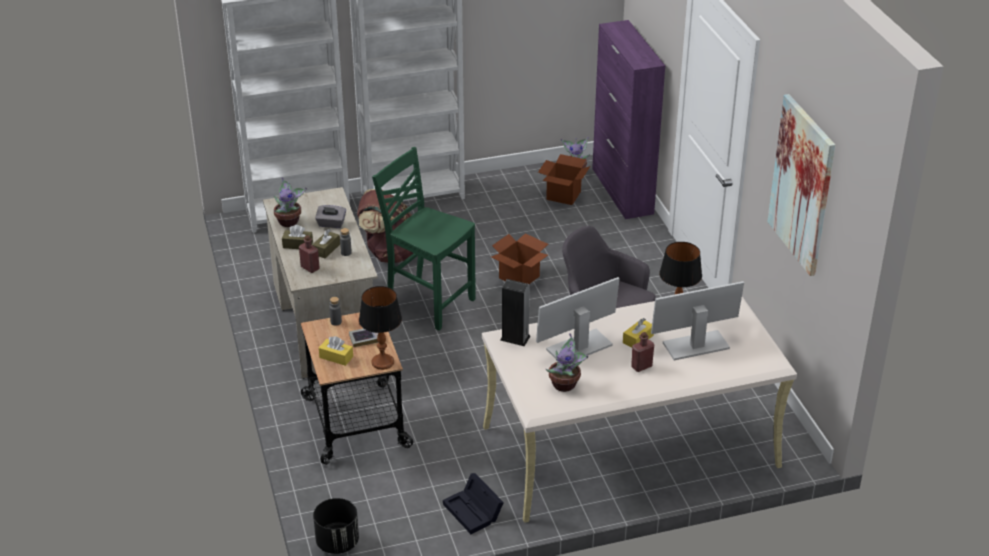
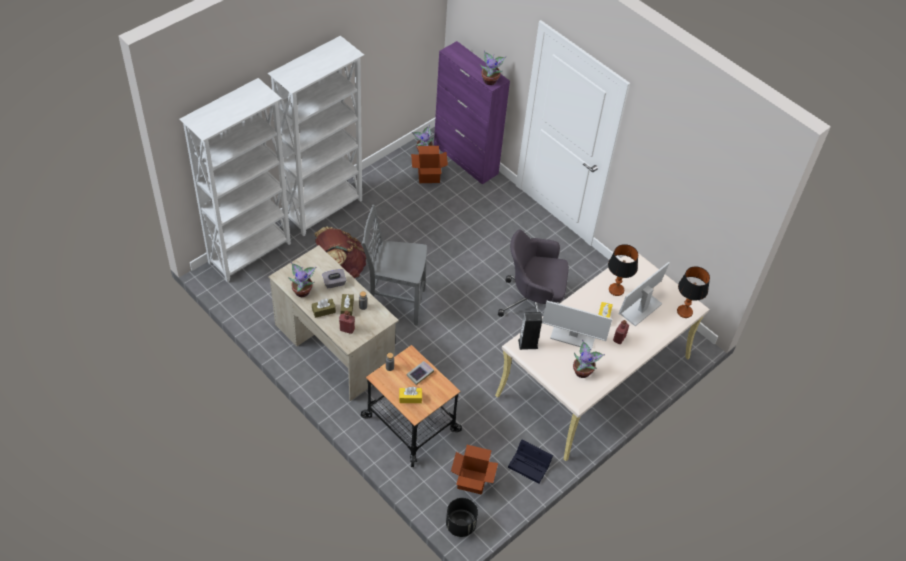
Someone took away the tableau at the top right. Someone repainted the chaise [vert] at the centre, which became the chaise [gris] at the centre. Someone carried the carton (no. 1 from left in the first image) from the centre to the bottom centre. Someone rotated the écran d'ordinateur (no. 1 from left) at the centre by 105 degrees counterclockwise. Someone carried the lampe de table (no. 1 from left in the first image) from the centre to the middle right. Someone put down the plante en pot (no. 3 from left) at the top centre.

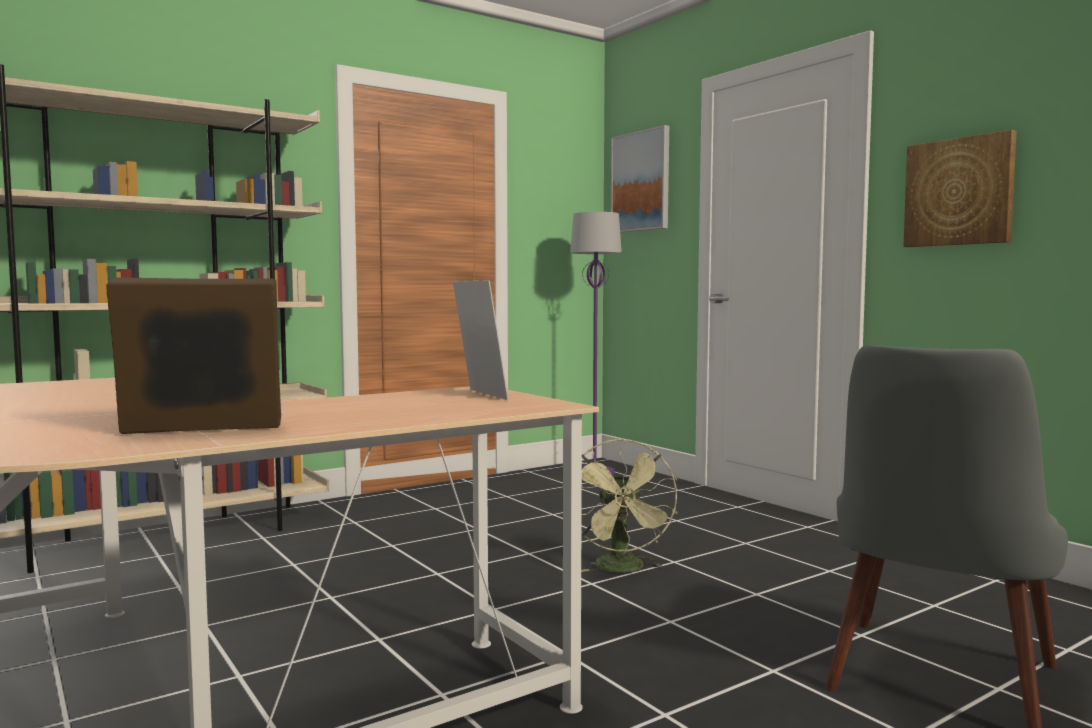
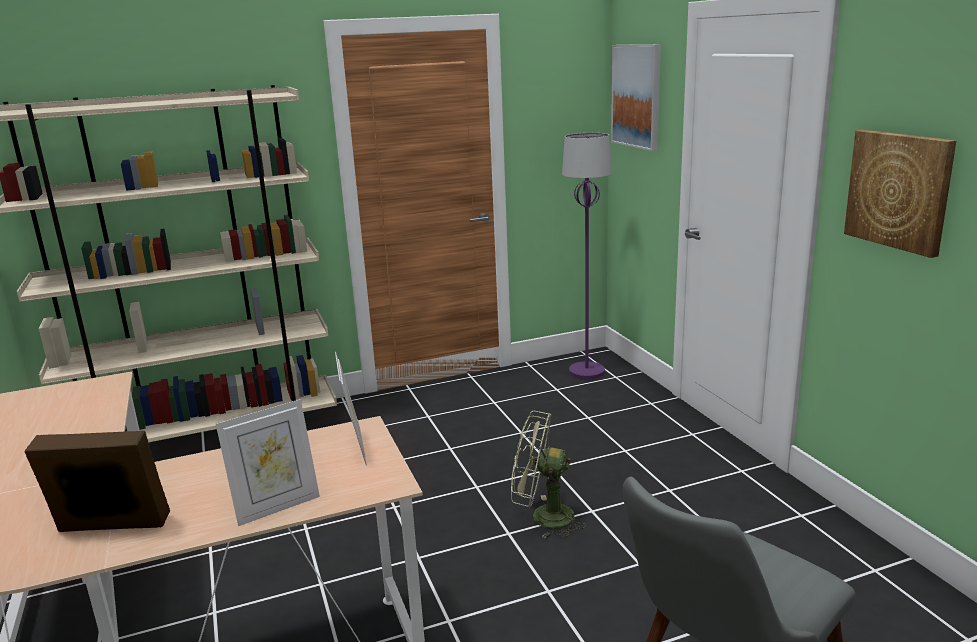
Someone rotated the ventilateur [vert] at the bottom centre by 90 degrees clockwise. Someone put down the cadre photo (no. 2 from left) at the bottom left.

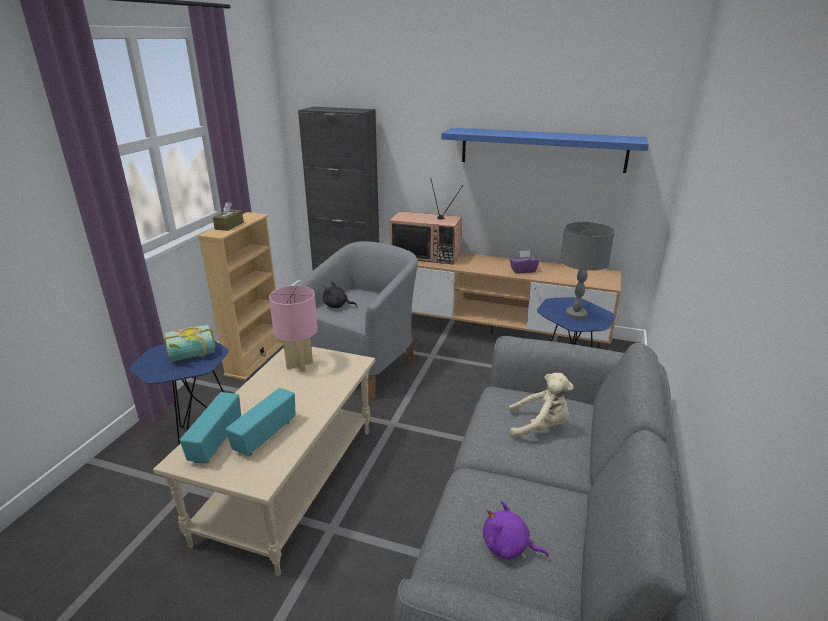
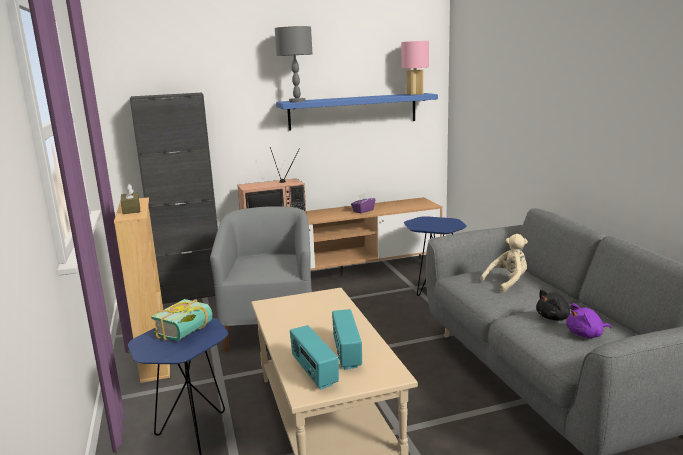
Someone carried the lampe de table [gris] from the middle right to the top centre. Someone carried the peluche [noir] from the centre to the bottom right. Someone carried the lampe de table [rose] from the centre to the top centre.

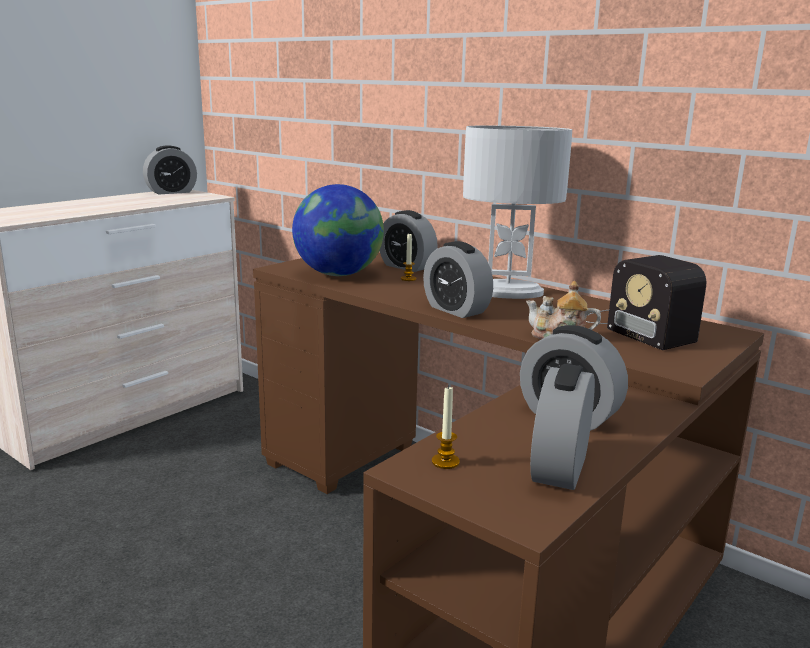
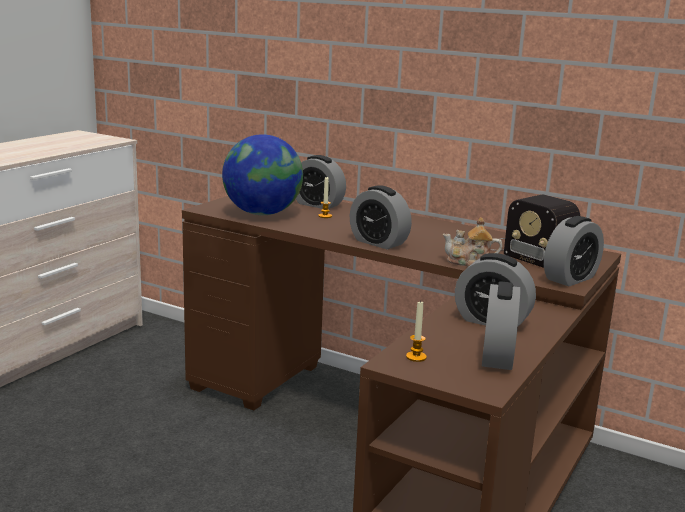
Someone took away the lampe de table [blanc] at the top centre. Someone carried the réveil (no. 1 from left in the first image) from the top left to the middle right.

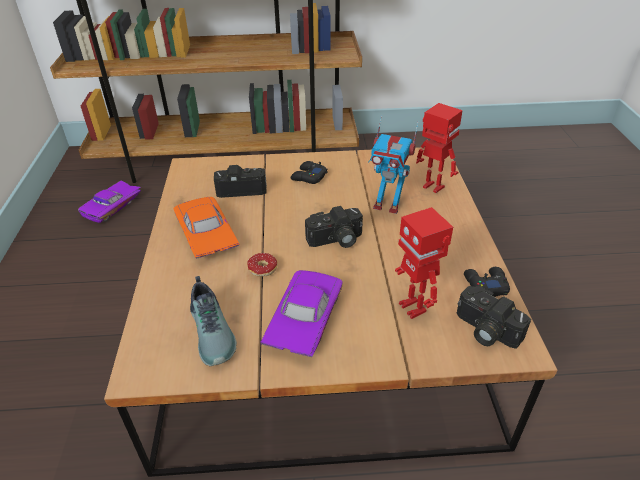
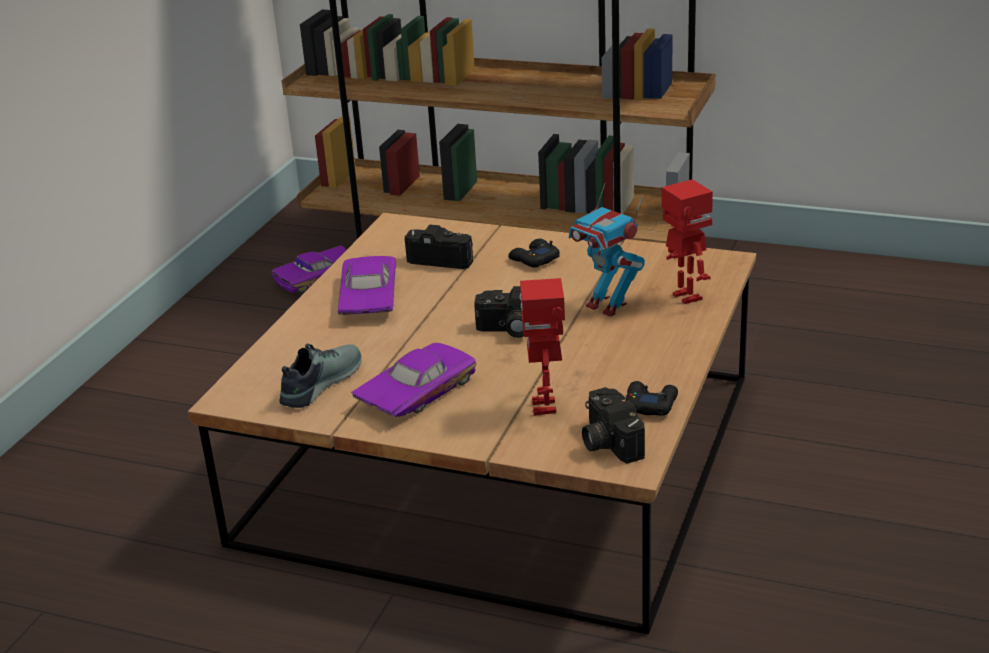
Someone repainted the petite voiture [orange] at the middle left, which became the petite voiture [violet] (no. 2 from left) at the centre. Someone took away the beignet at the centre. Someone rotated the chaussure at the bottom left by 150 degrees counterclockwise.

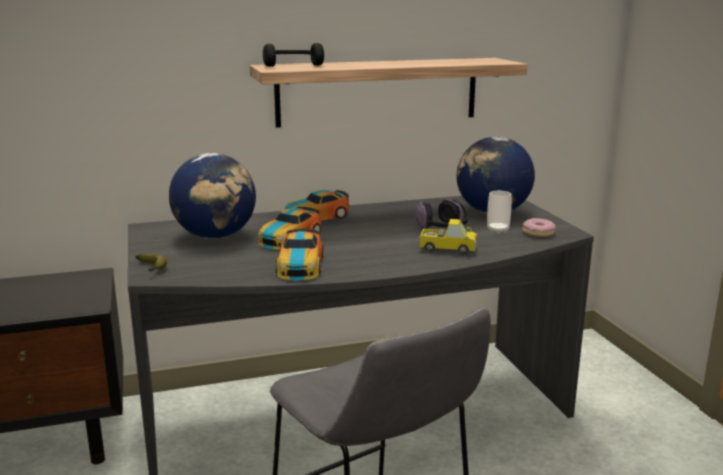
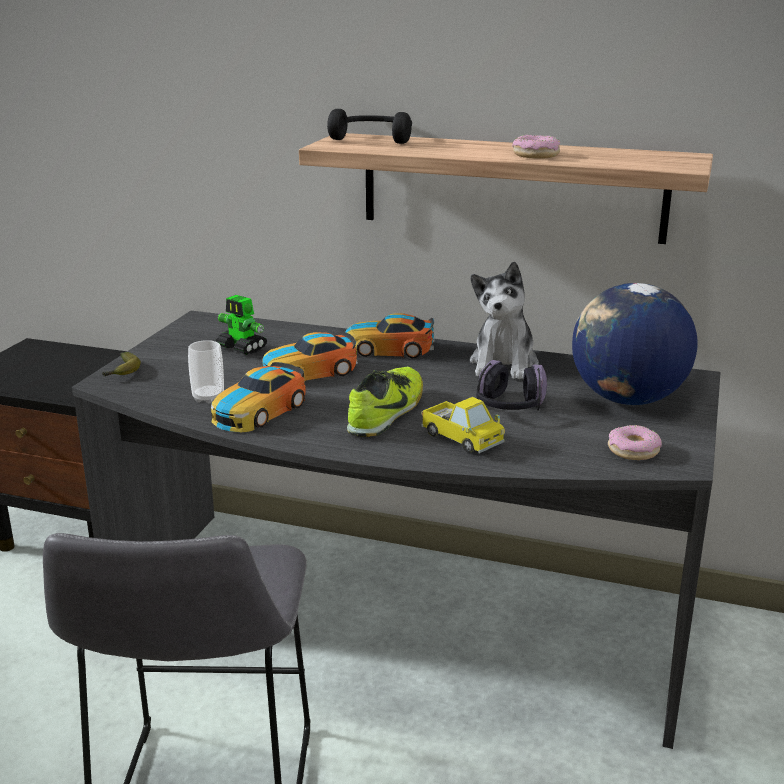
Someone swapped the globe (no. 1 from left) at the middle left for the robot jouet at the middle left. Someone carried the tasse from the middle right to the middle left. Someone put down the beignet (no. 1 from left) at the top right. Someone put down the peluche at the centre. Someone put down the chaussure at the centre.

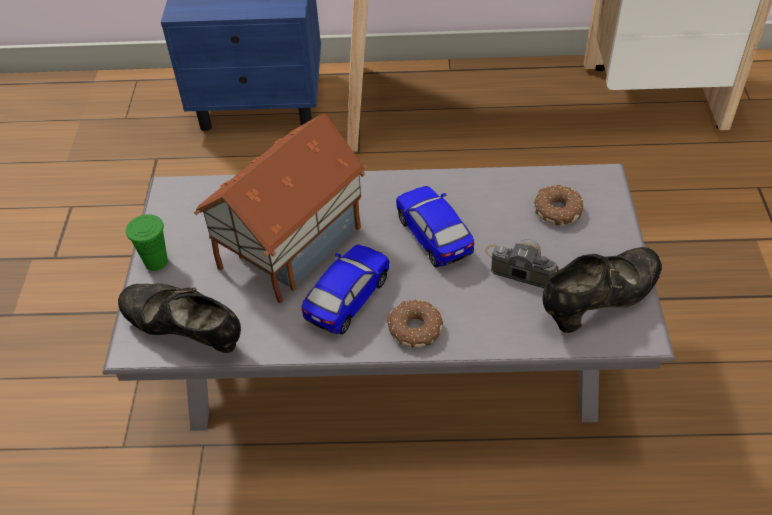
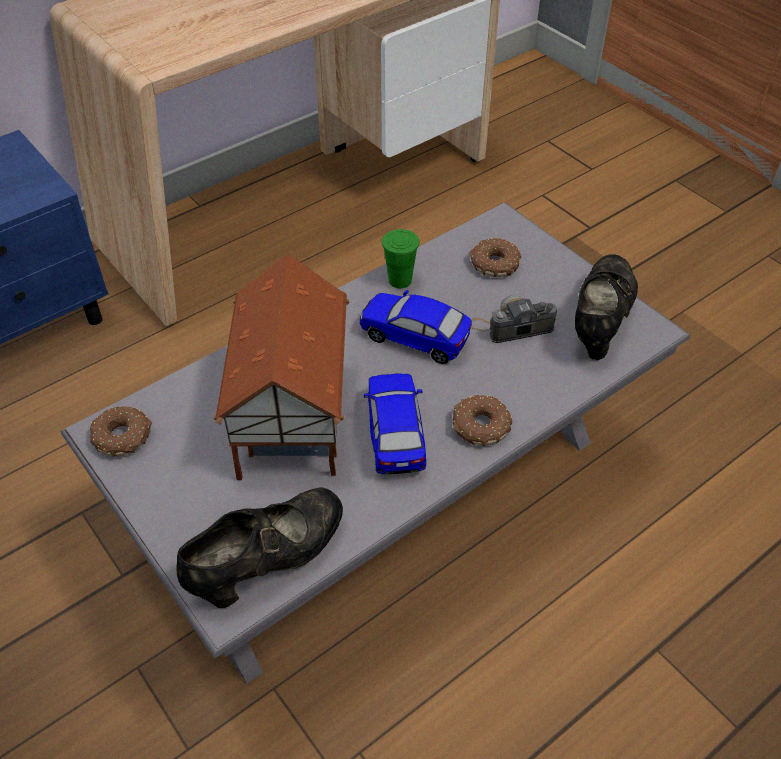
Someone carried the tasse [vert] from the middle left to the centre. Someone rotated the chaussure [noir] (no. 1 from left) at the middle left by 150 degrees clockwise. Someone put down the beignet (no. 1 from left) at the middle left.

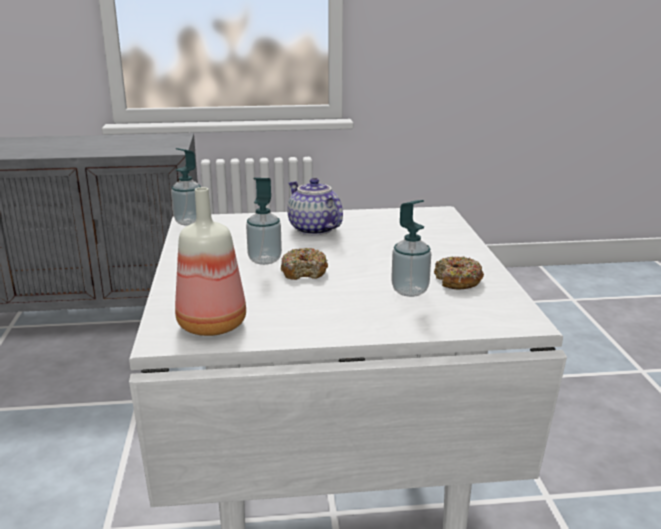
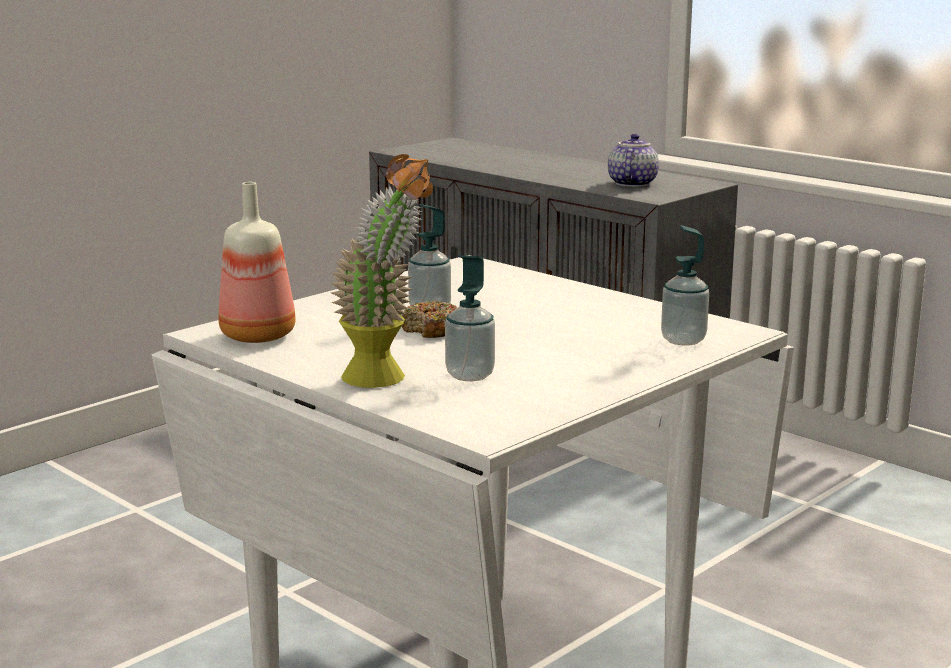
Someone carried the distributeur de savon (no. 1 from left in the first image) from the middle left to the middle right. Someone carried the théière from the centre to the top centre. Someone took away the beignet (no. 2 from left) at the middle right. Someone put down the plante en pot at the centre.

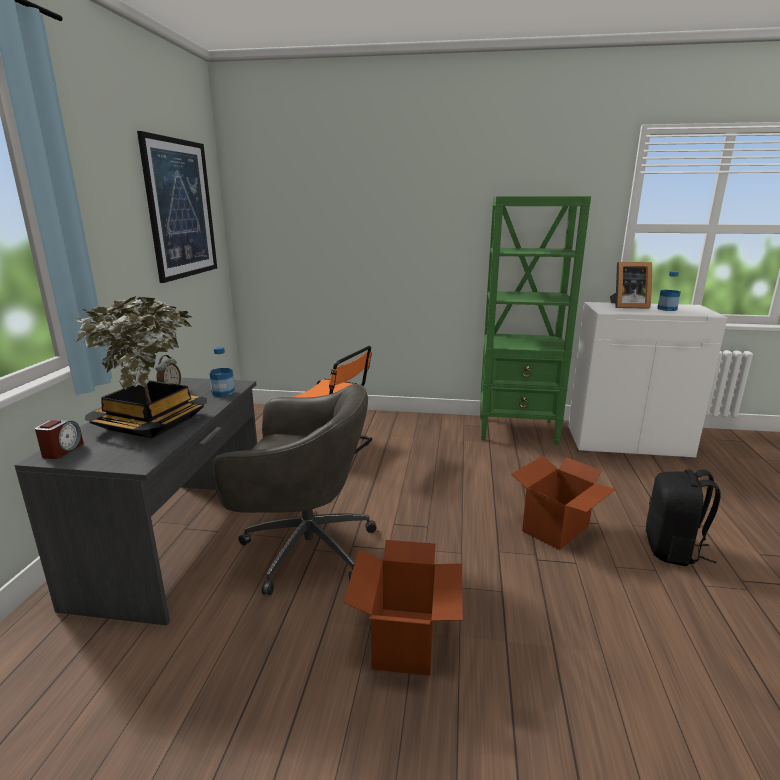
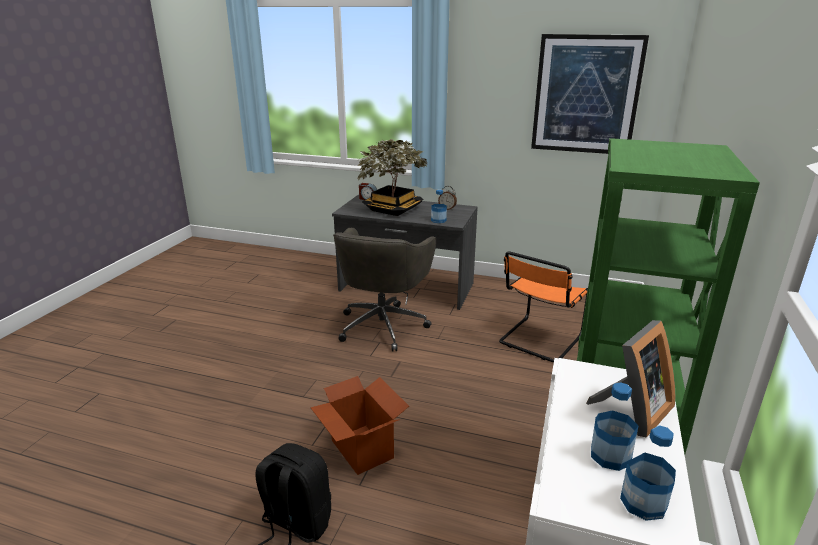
Someone rotated the cadre photo at the middle right by 150 degrees counterclockwise. Someone took away the carton (no. 1 from left) at the bottom centre. Someone put down the bouteille (no. 3 from left) at the bottom right.

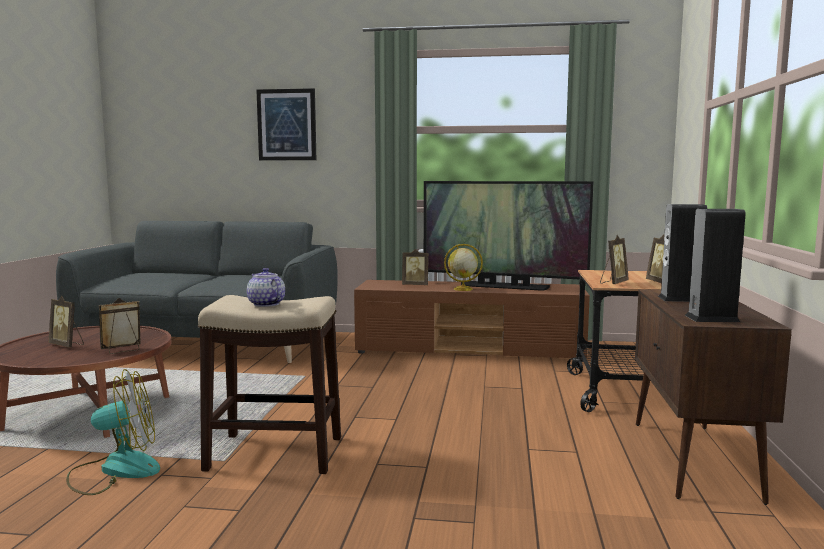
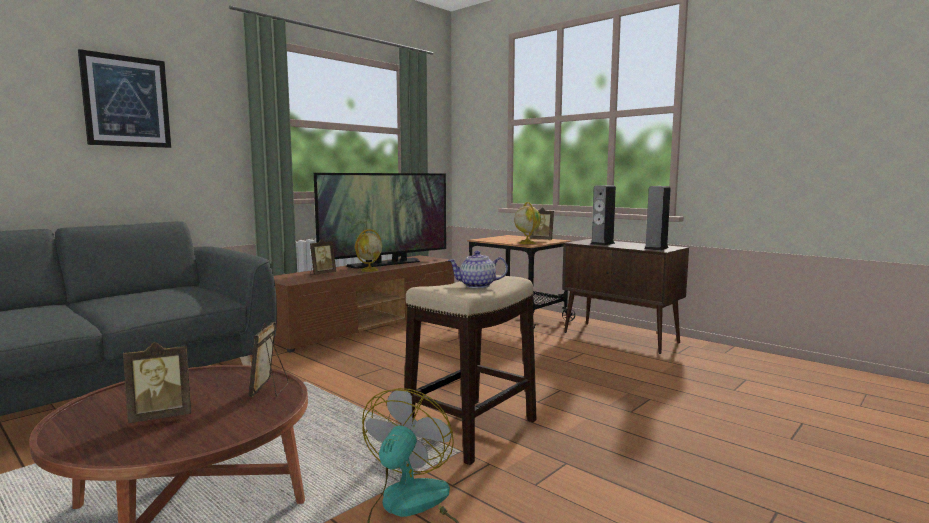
Someone swapped the cadre photo (no. 4 from left) at the middle right for the globe (no. 2 from left) at the centre.

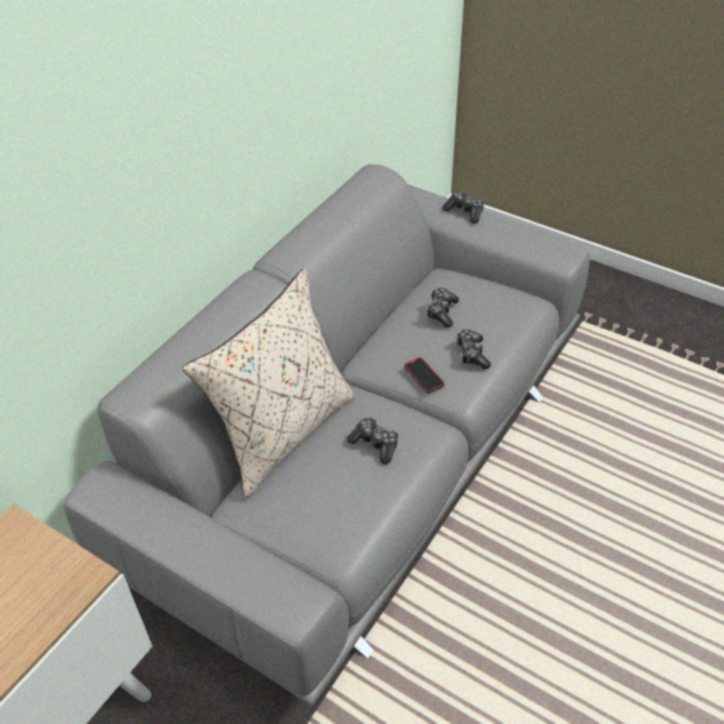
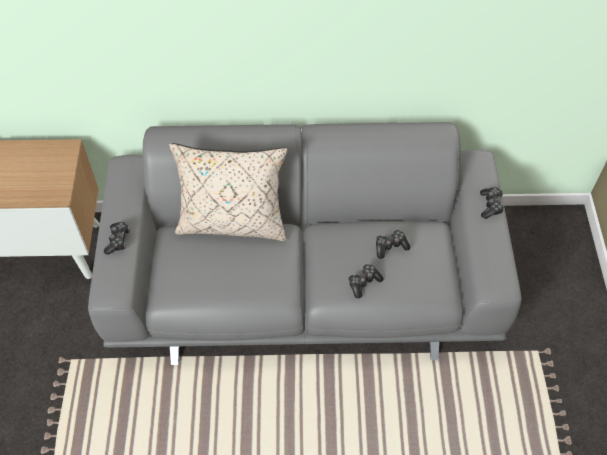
Someone took away the téléphone at the centre. Someone carried the manette (no. 1 from left) from the centre to the middle left.

